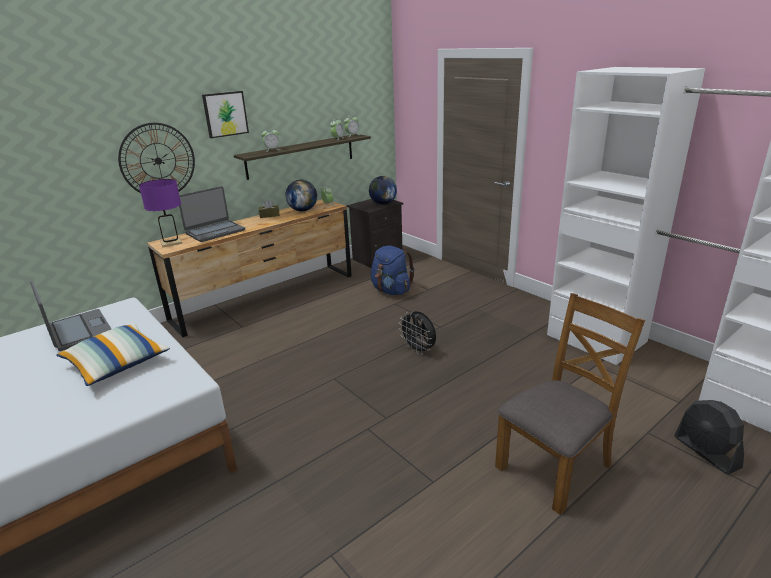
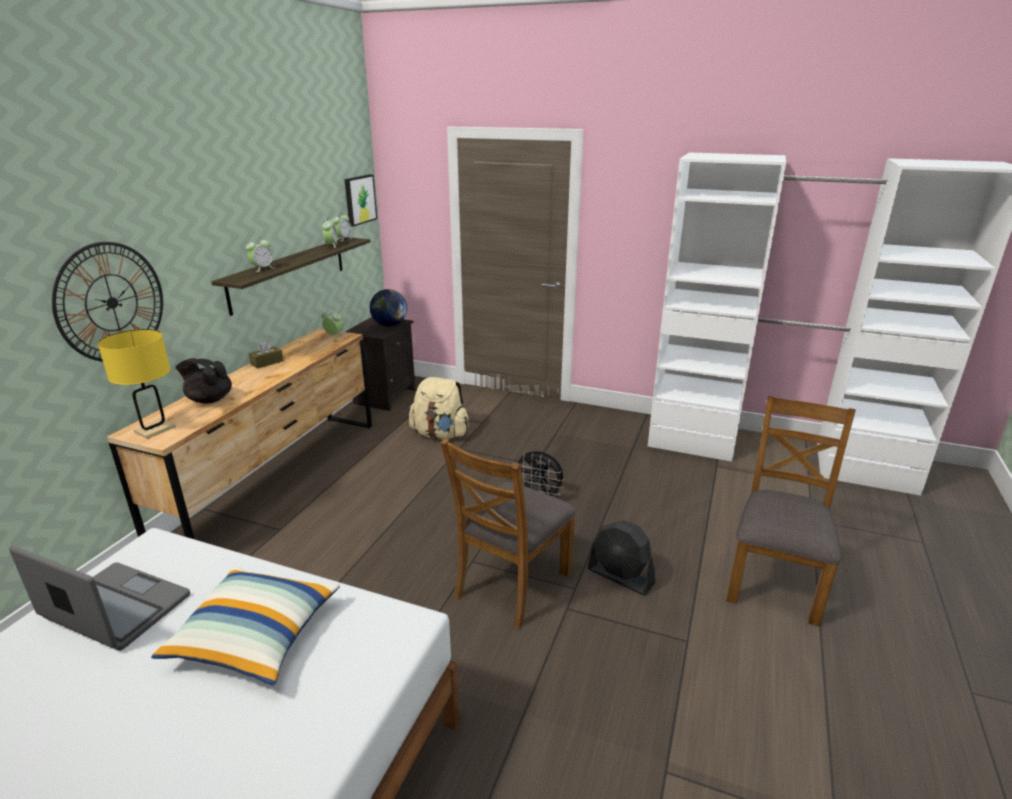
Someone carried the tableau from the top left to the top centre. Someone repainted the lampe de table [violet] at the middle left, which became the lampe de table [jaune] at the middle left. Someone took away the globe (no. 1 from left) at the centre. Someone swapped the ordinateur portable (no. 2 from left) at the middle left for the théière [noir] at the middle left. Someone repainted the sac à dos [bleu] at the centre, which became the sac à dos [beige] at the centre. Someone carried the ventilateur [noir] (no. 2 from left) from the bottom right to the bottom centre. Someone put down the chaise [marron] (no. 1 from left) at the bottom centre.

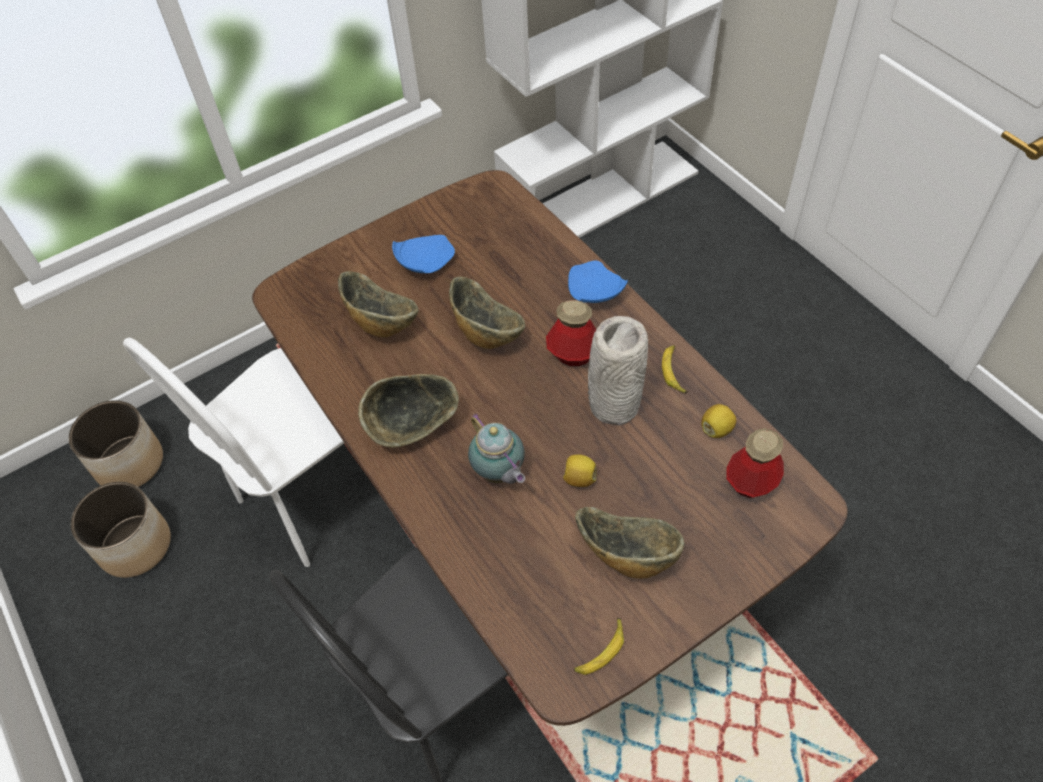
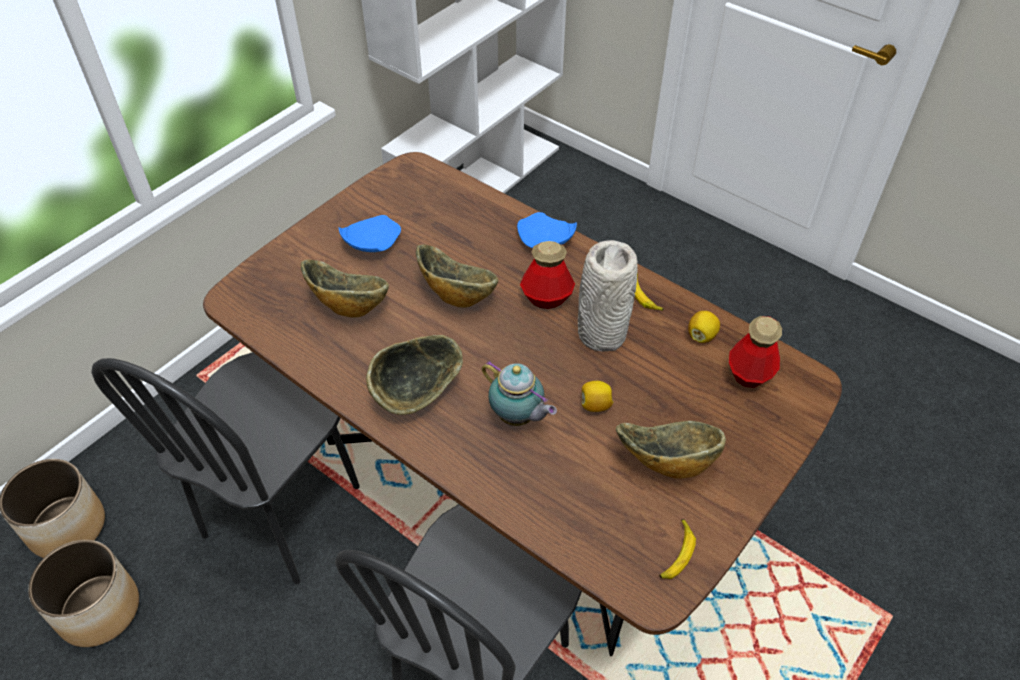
Someone repainted the chaise [blanc] at the middle left, which became the chaise [noir] (no. 1 from left) at the bottom left.

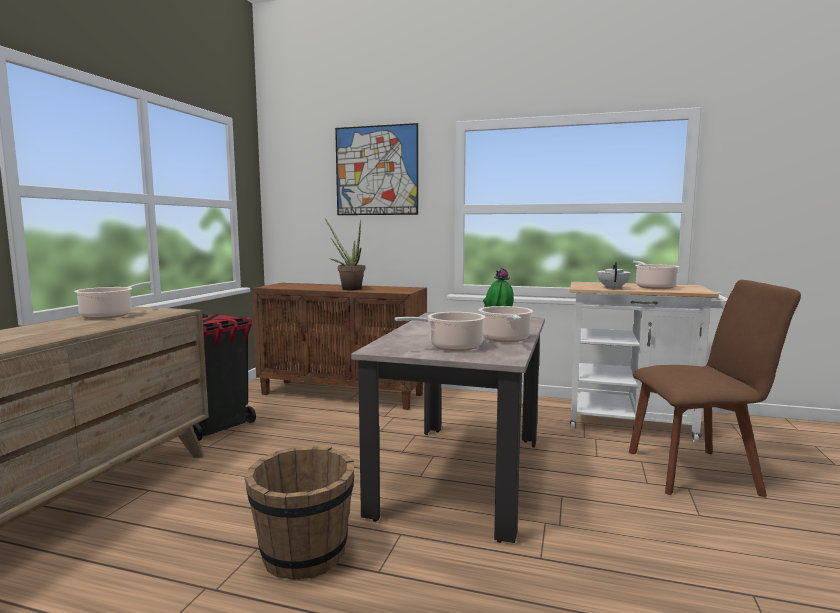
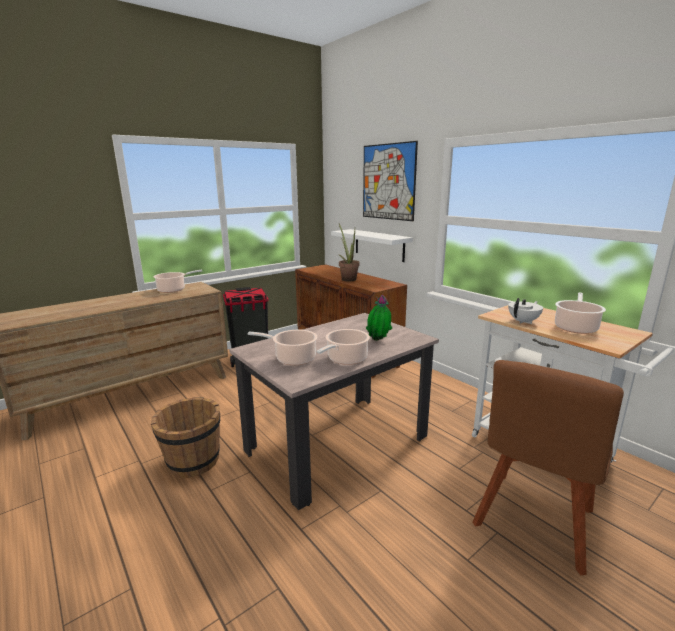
Someone rotated the chaise [marron] at the middle right by 90 degrees clockwise. Someone put up the étagère [blanc] at the centre.

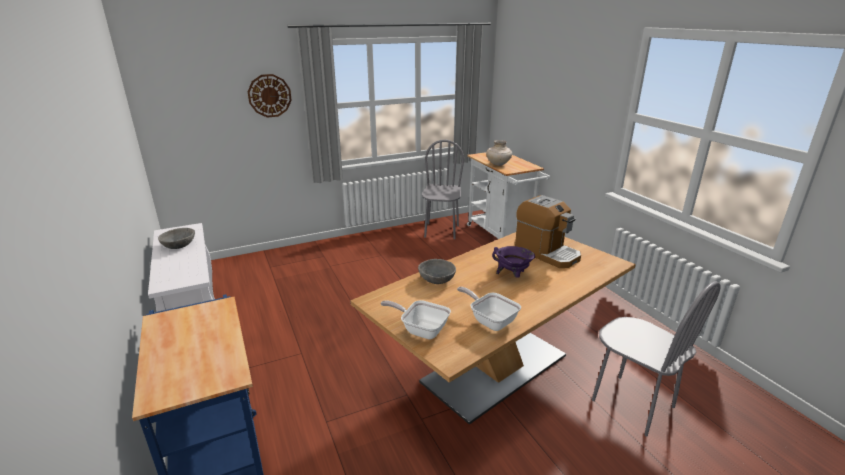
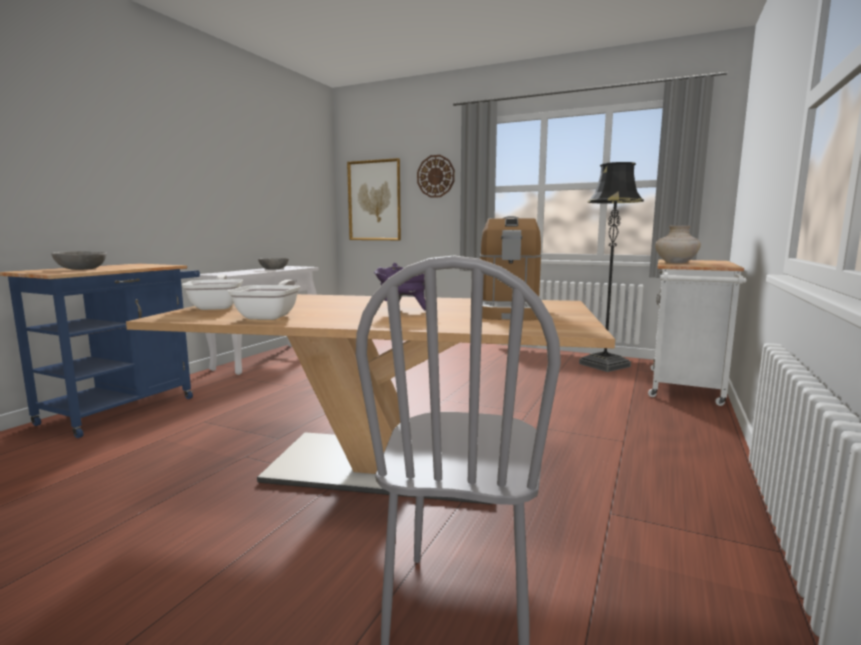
Someone swapped the chaise [gris] (no. 1 from left) at the centre for the lampadaire [noir] at the middle right. Someone carried the bol [gris] (no. 2 from left in the first image) from the centre to the middle left. Someone put up the tableau at the top centre.

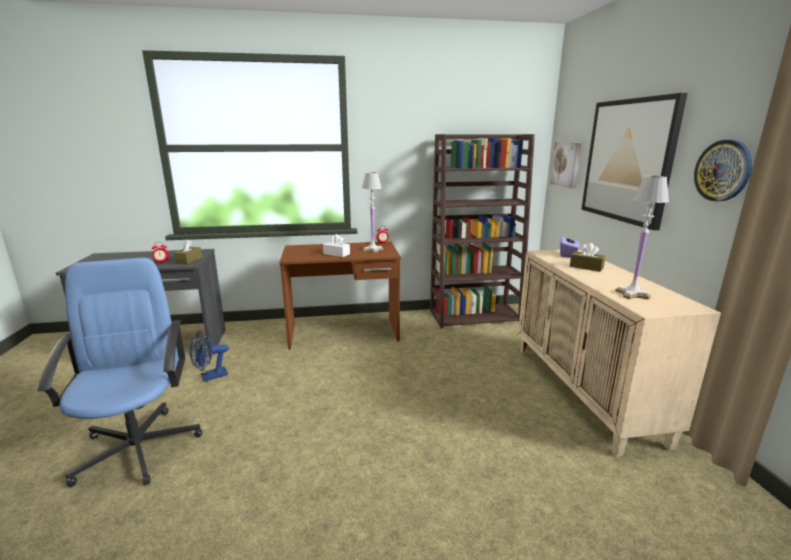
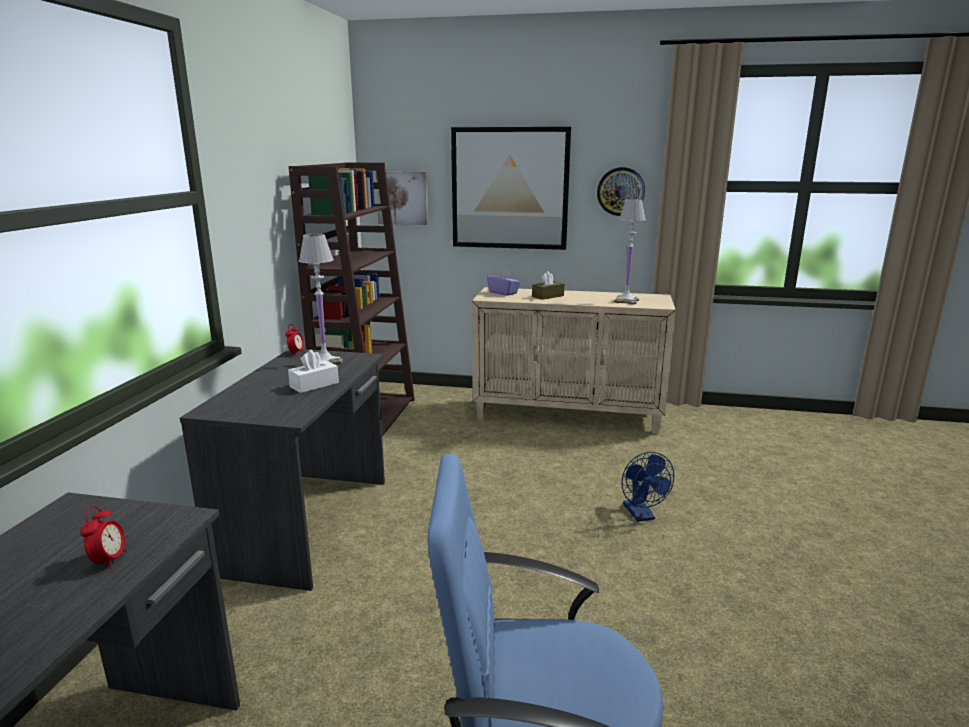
Someone took away the boîte à mouchoirs [marron] (no. 1 from left) at the middle left. Someone repainted the bureau [marron] at the centre, which became the bureau [gris] (no. 2 from left) at the middle left. Someone carried the ventilateur [bleu] from the middle left to the bottom right.

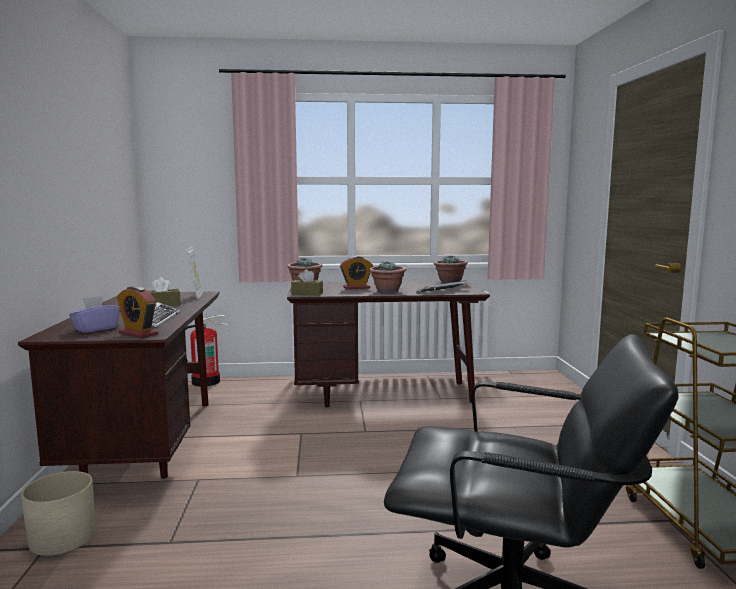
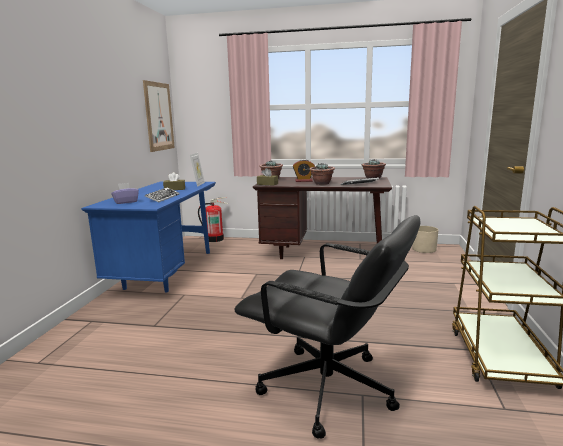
Someone took away the réveil (no. 1 from left) at the middle left. Someone repainted the bureau [marron] (no. 1 from left) at the middle left, which became the bureau [bleu] at the middle left. Someone carried the cache-pot [beige] from the bottom left to the middle right. Someone put up the tableau at the top left.

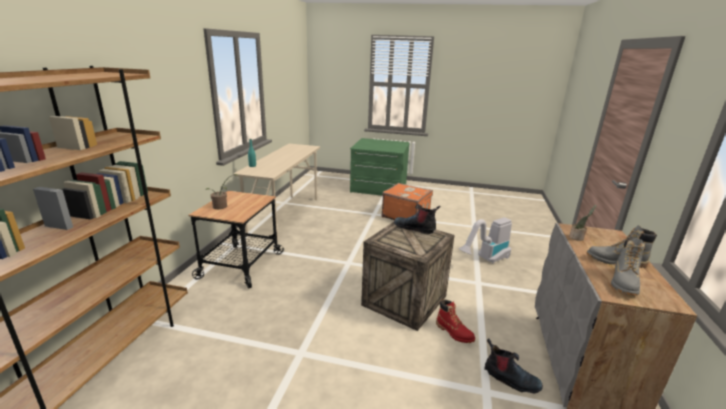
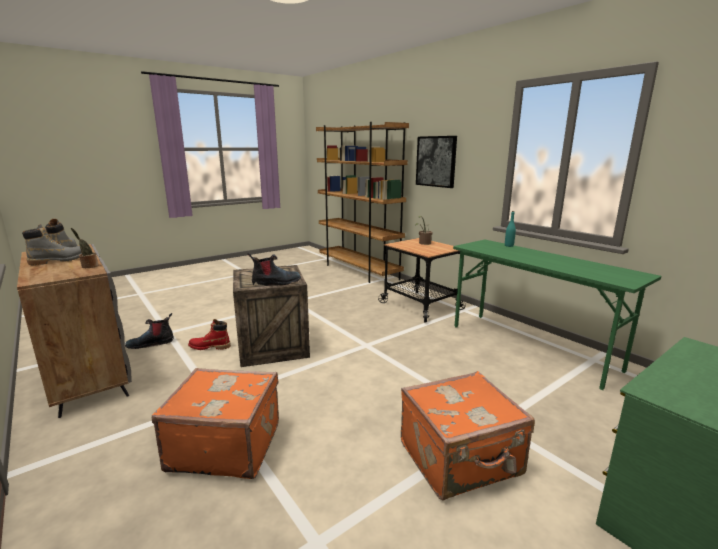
Someone repainted the bureau [beige] at the centre, which became the bureau [vert] at the middle right. Someone swapped the aspirateur at the middle right for the valise [orange] (no. 1 from left) at the bottom left. Someone put up the tableau at the top centre.

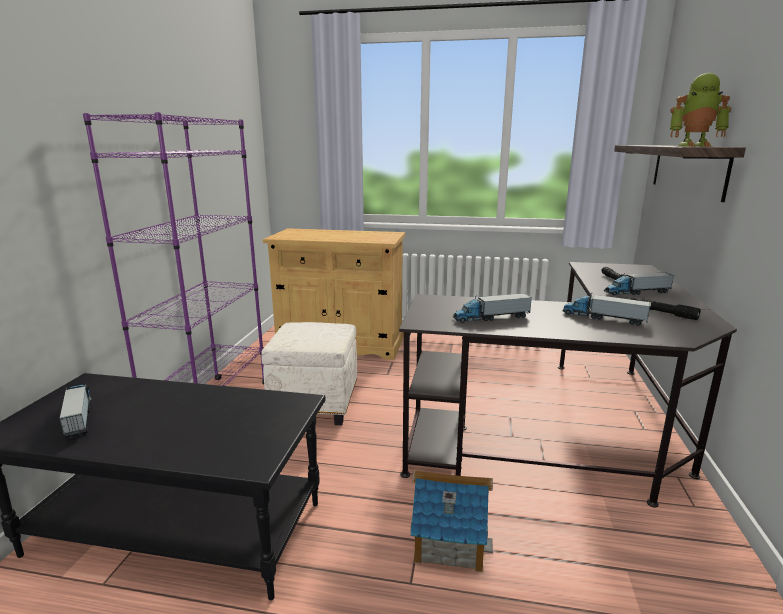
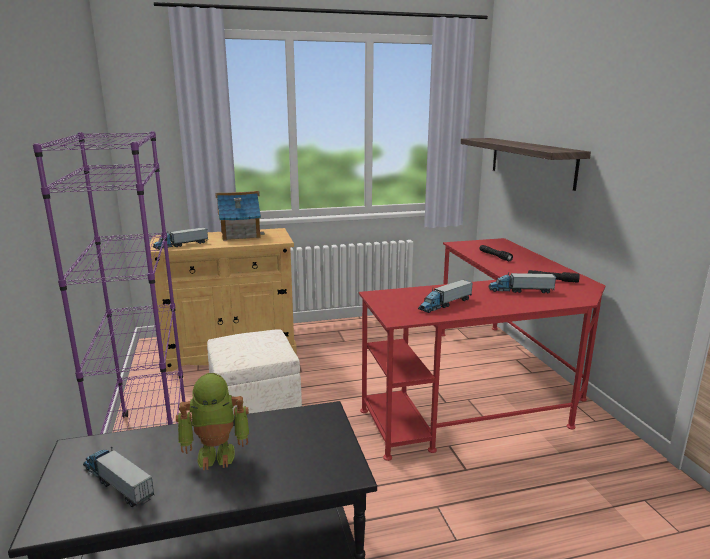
Someone carried the robot jouet from the top right to the bottom left. Someone repainted the bureau [noir] at the middle right, which became the bureau [rouge] at the middle right. Someone carried the camion jouet (no. 4 from left in the first image) from the middle right to the middle left. Someone carried the maison miniature from the bottom centre to the centre.

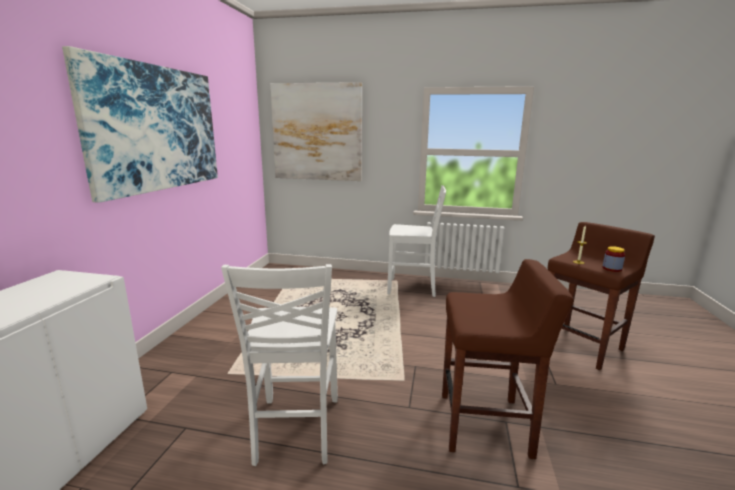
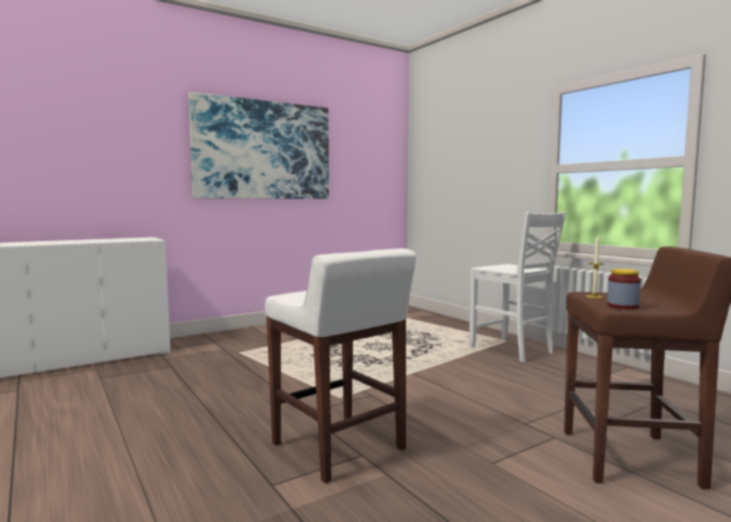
Someone took away the tableau (no. 2 from left) at the top centre. Someone repainted the tabouret [marron] (no. 1 from left) at the bottom right, which became the tabouret [blanc] at the bottom centre. Someone took away the chaise [blanc] (no. 1 from left) at the bottom centre.

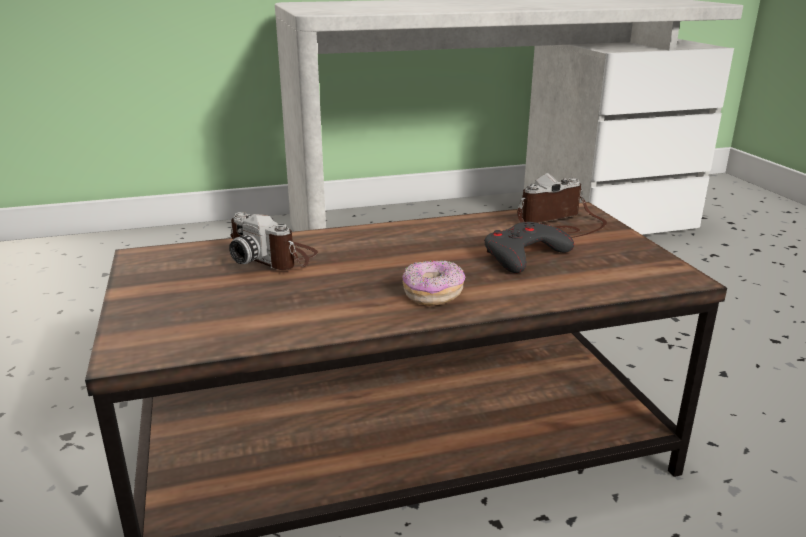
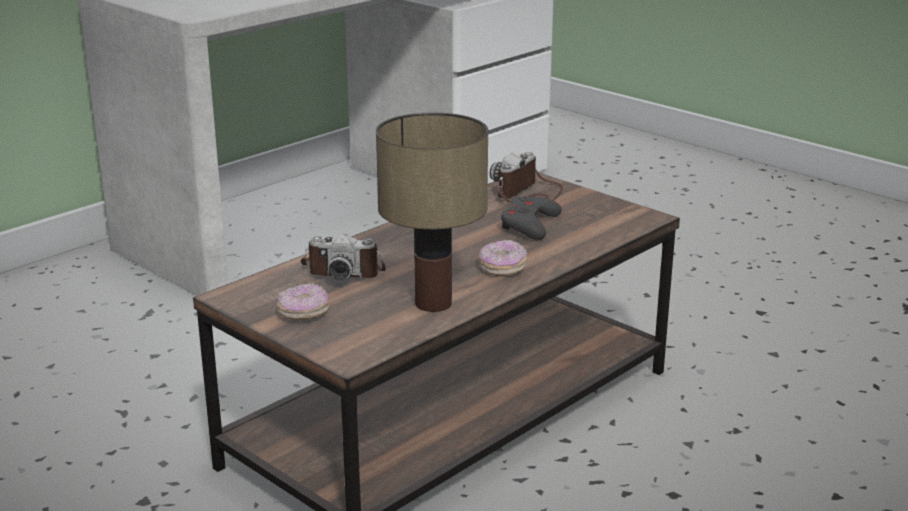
Someone put down the lampe de table at the centre. Someone put down the beignet (no. 1 from left) at the centre.

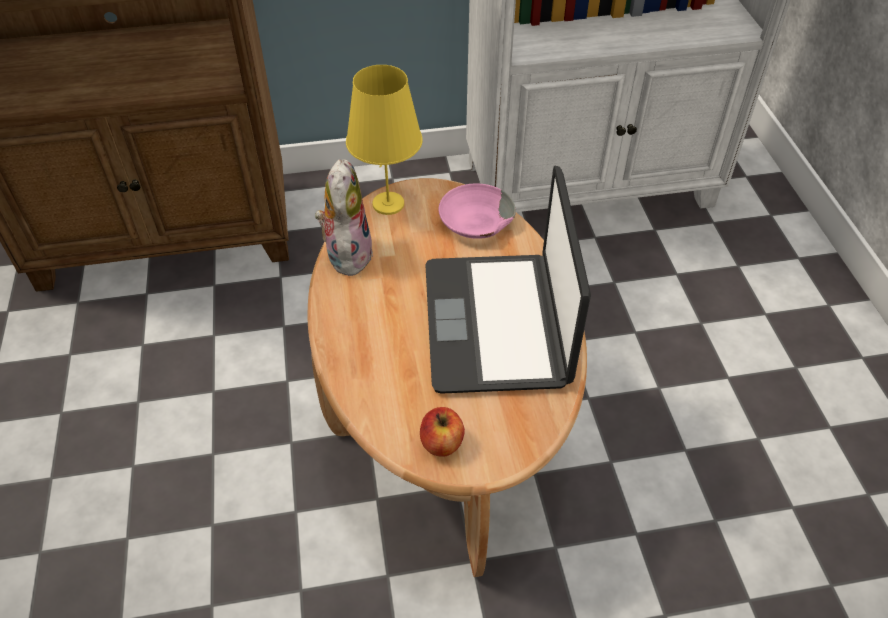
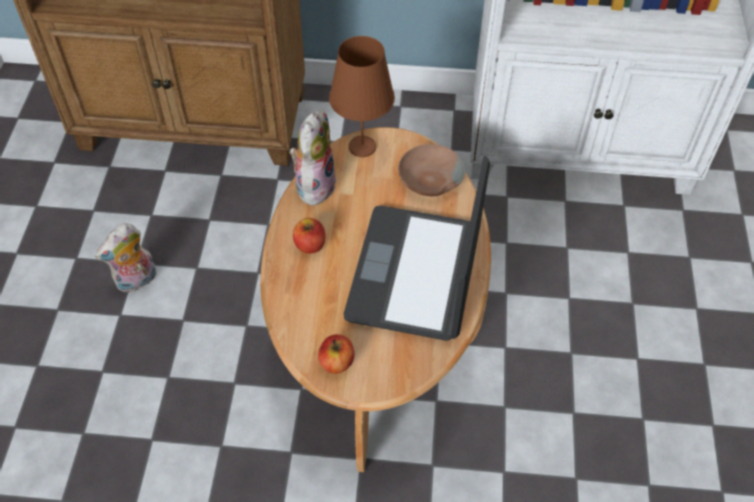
Someone repainted the lampe de table [jaune] at the top centre, which became the lampe de table [marron] at the top centre. Someone repainted the bol [rose] at the centre, which became the bol [marron] at the centre. Someone put down the pomme (no. 1 from left) at the centre. Someone put down the peluche (no. 1 from left) at the middle left.

